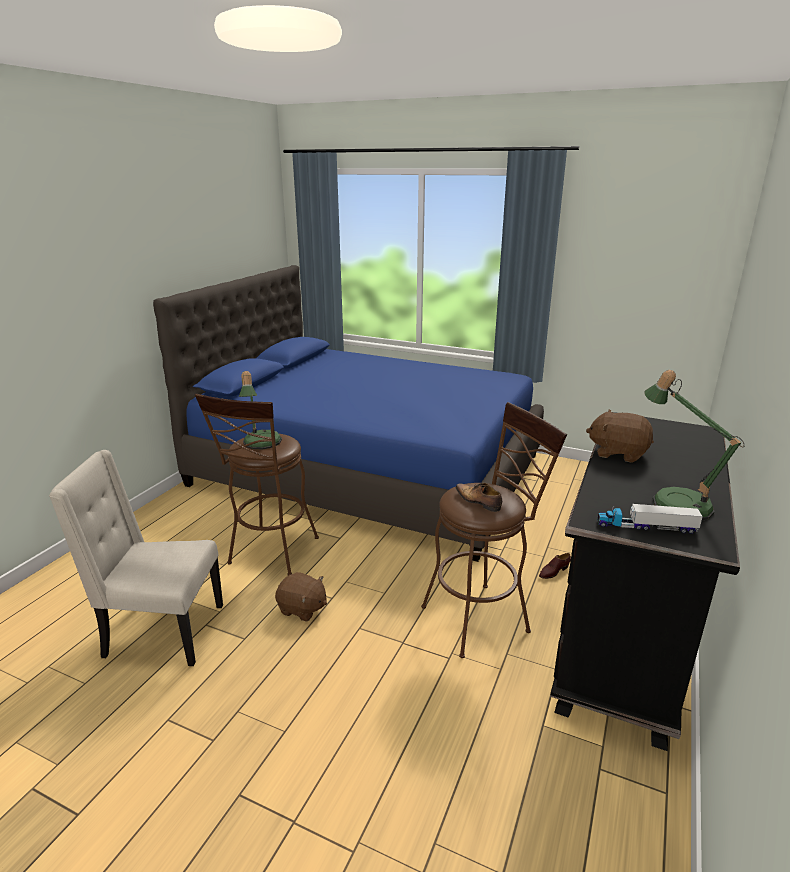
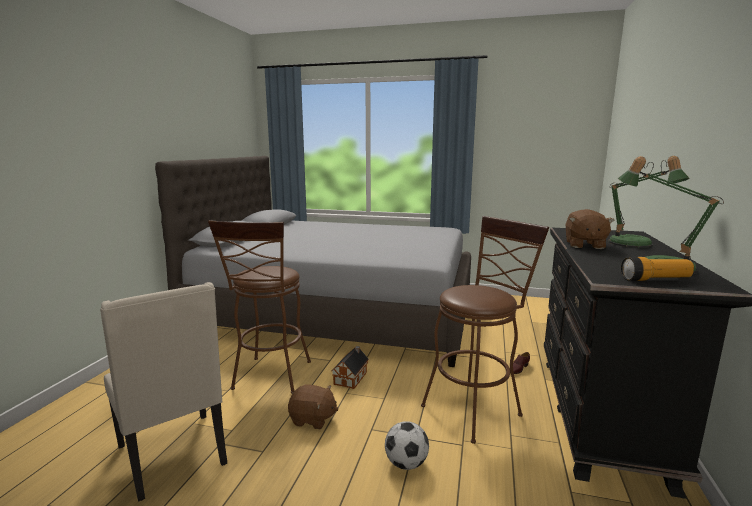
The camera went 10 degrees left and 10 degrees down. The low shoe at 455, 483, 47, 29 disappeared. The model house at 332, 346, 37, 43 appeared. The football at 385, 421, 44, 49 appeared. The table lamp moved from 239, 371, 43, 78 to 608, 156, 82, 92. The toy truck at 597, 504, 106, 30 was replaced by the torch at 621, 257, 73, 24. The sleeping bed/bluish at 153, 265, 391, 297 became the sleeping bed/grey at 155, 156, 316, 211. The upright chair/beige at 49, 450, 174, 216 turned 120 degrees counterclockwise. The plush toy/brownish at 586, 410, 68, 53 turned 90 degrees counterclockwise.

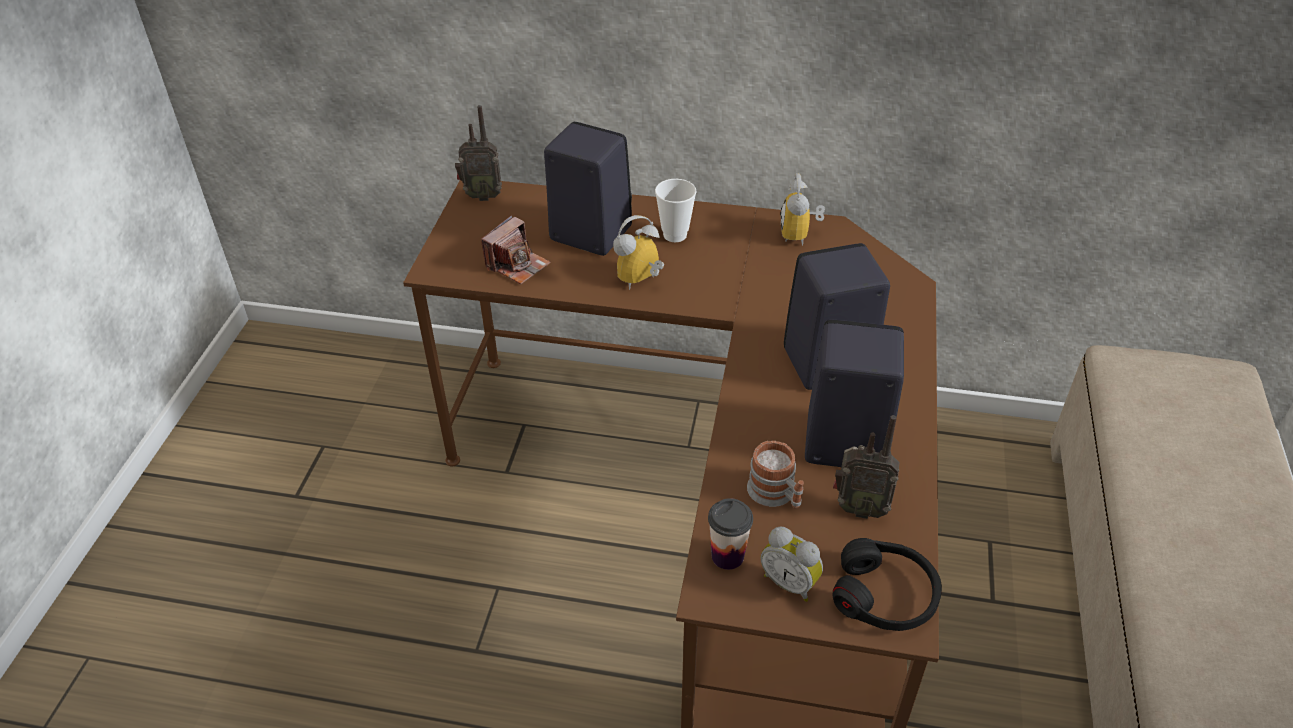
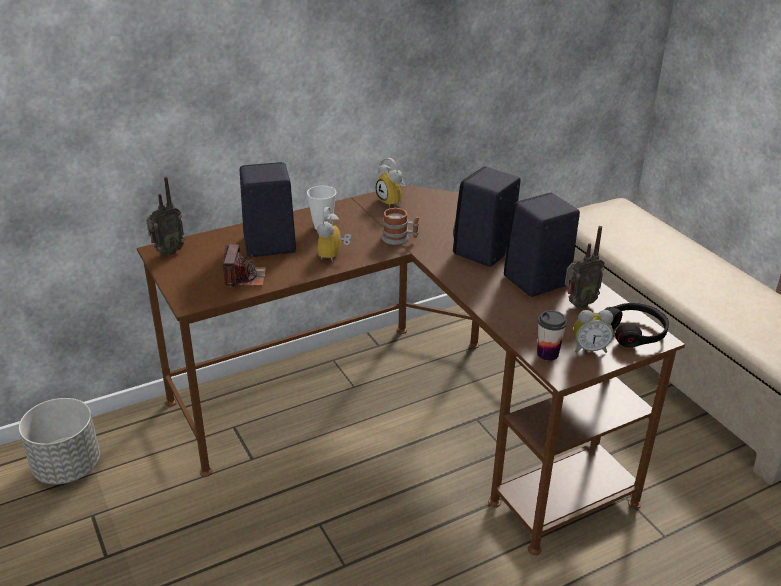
The camera went 40 degrees left and 10 degrees down. The planter/grey at 19, 398, 81, 86 appeared. The coffee mug moved from 747, 441, 57, 68 to 382, 207, 37, 38.

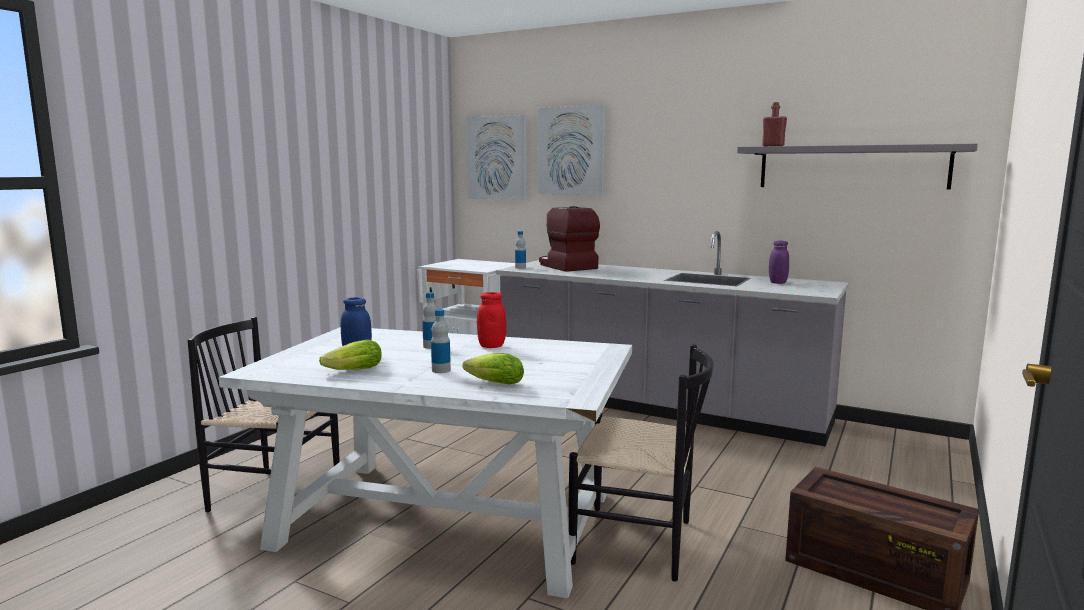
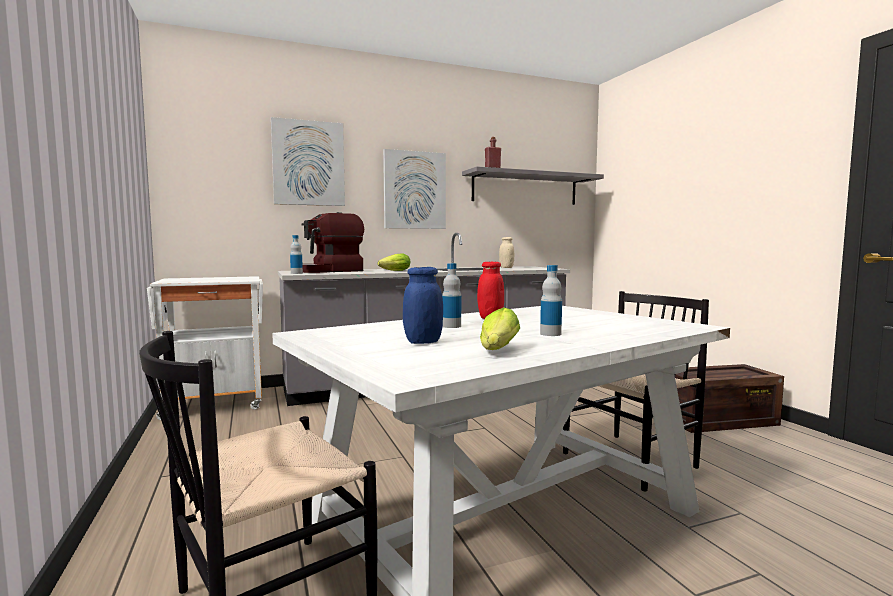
The camera went 50 degrees left and 5 degrees down. The head of lettuce moved from 462, 353, 62, 31 to 378, 253, 32, 18. The wall art moved from 466, 115, 61, 85 to 383, 149, 63, 80. The preserve jar/purple-coloured at 769, 241, 20, 43 became the preserve jar/beige at 499, 237, 15, 31. The coffee maker at 539, 206, 61, 66 turned 45 degrees counterclockwise.

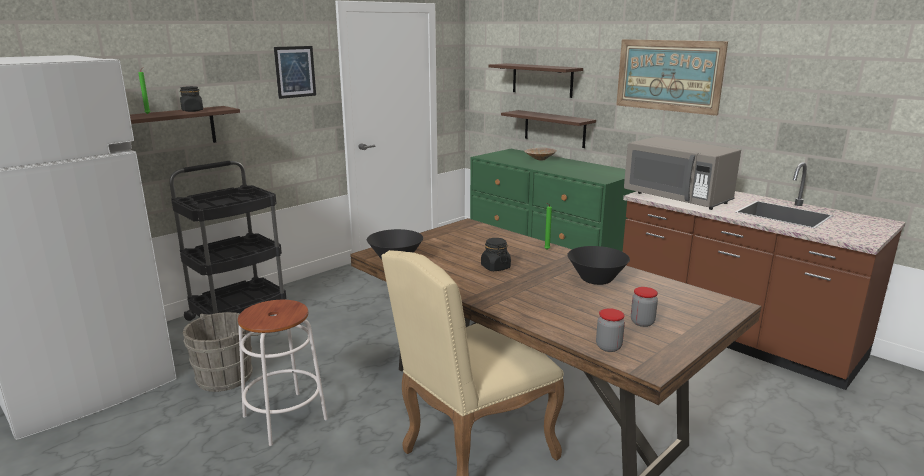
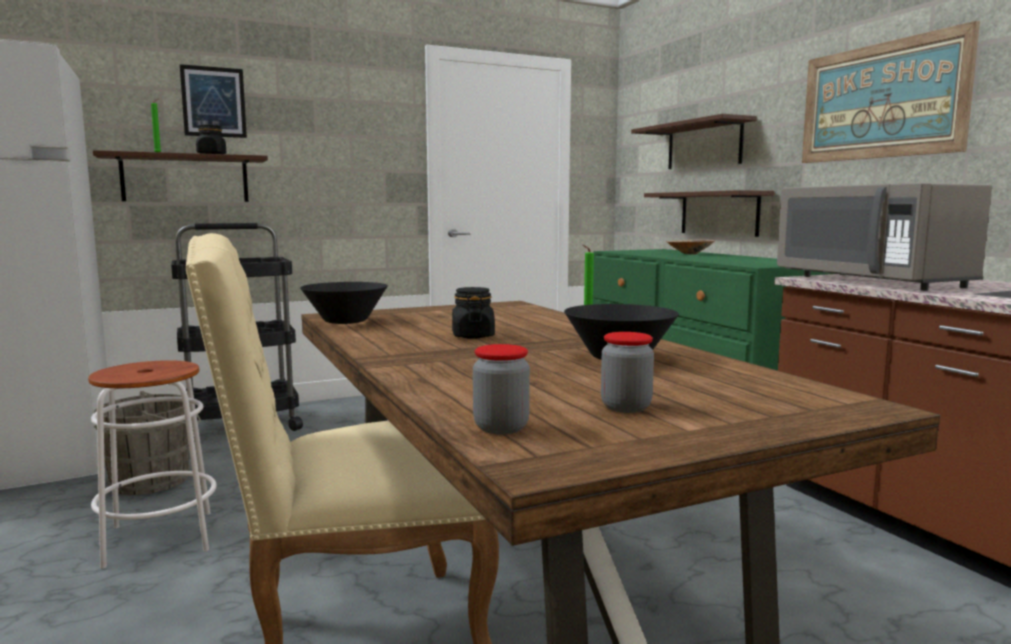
The camera went 20 degrees right and 10 degrees down. The wall art moved from 274, 46, 42, 53 to 180, 64, 67, 74.

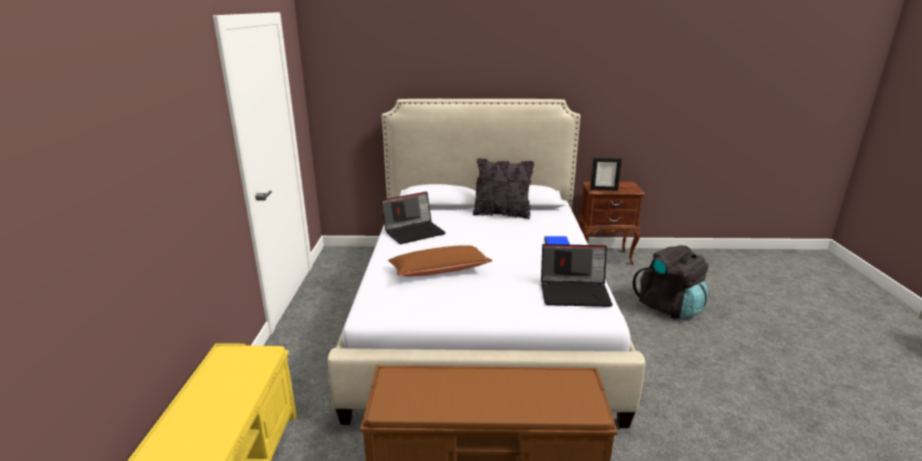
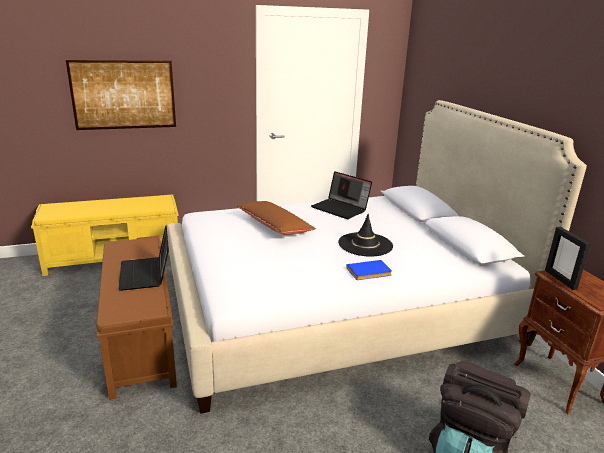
The camera went 70 degrees right and 0 degrees up. The cushion/blackish at 473, 158, 61, 61 disappeared. The wall art at 66, 60, 110, 70 appeared. The wearable hat/blackish at 338, 214, 55, 43 appeared. The portable computer moved from 541, 244, 72, 63 to 118, 225, 51, 66.

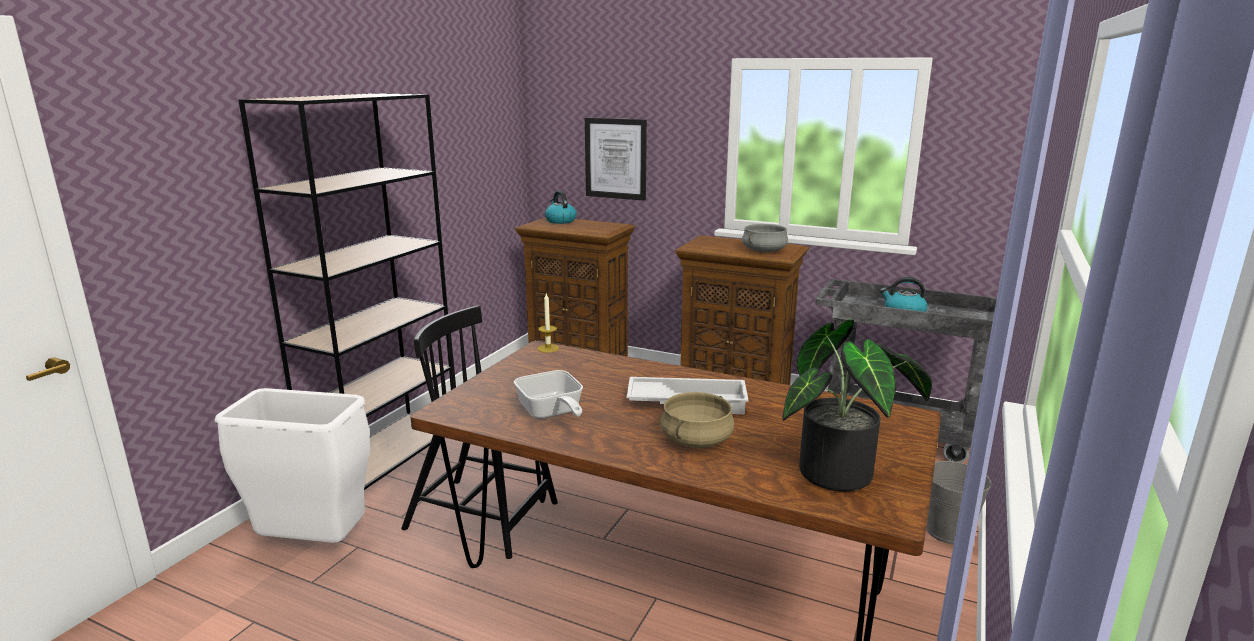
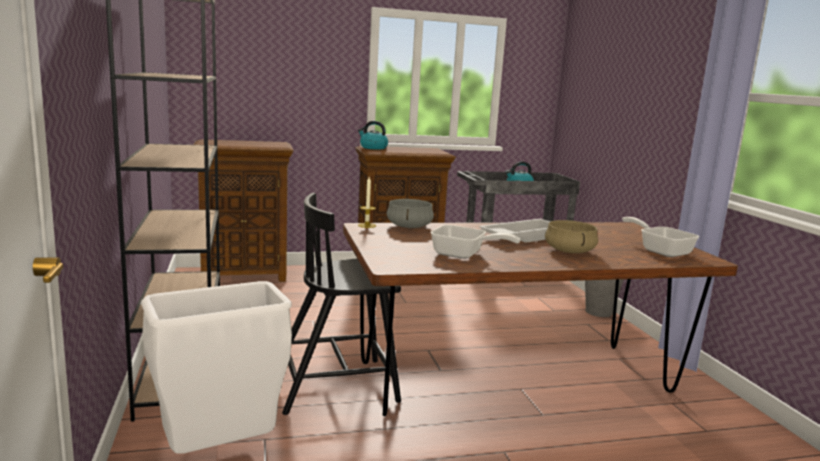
The camera went 40 degrees left and 5 degrees down. The wall art at 585, 118, 62, 83 disappeared. The tea kettle moved from 545, 191, 32, 33 to 358, 121, 30, 29. The saucepot/grey moved from 742, 224, 46, 28 to 387, 199, 47, 29. The potted plant at 782, 319, 150, 172 was replaced by the frying pan at 622, 217, 77, 40.

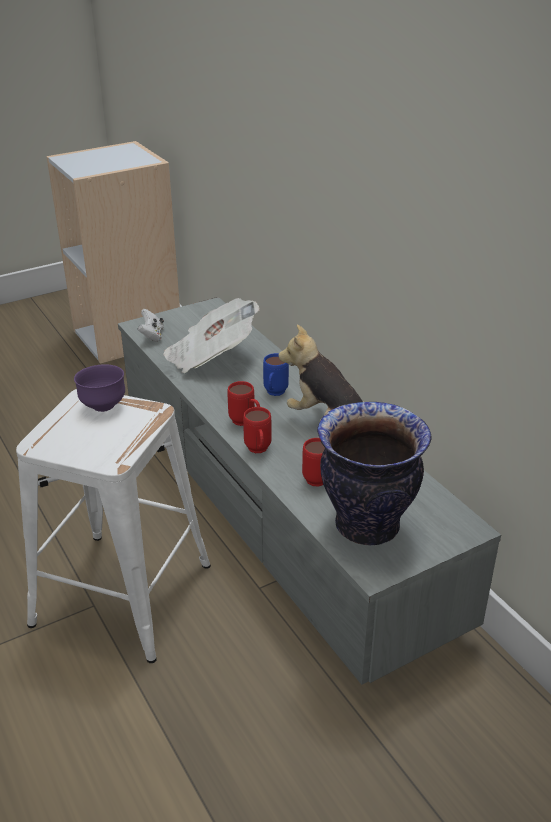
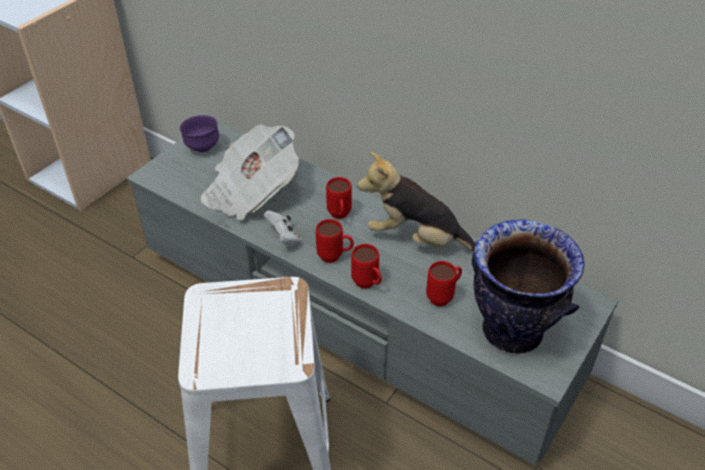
The camera went 25 degrees left and 10 degrees up. The deep dish/purple-coloured moved from 74, 364, 51, 48 to 180, 115, 39, 37. The game controller/white-coloured moved from 138, 309, 26, 33 to 264, 210, 38, 36. The coffee mug/bluish at 263, 353, 26, 43 became the coffee mug/red at 326, 177, 26, 42.

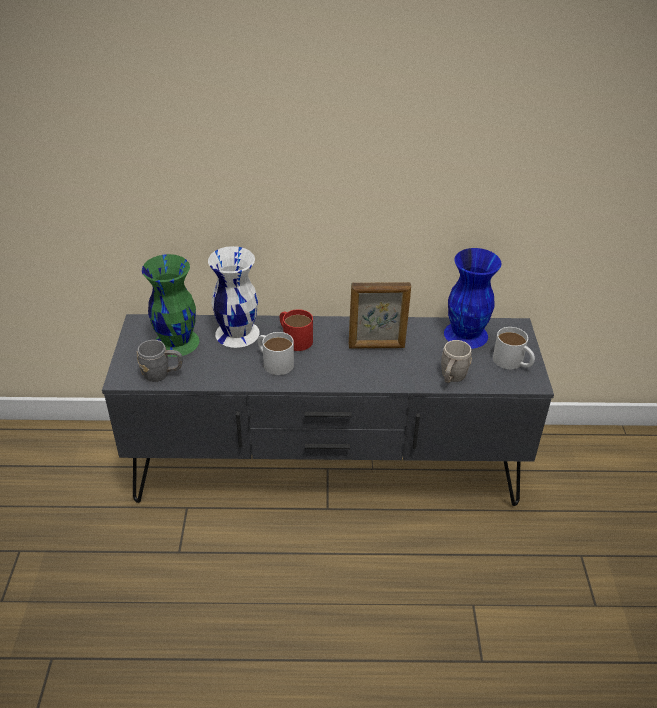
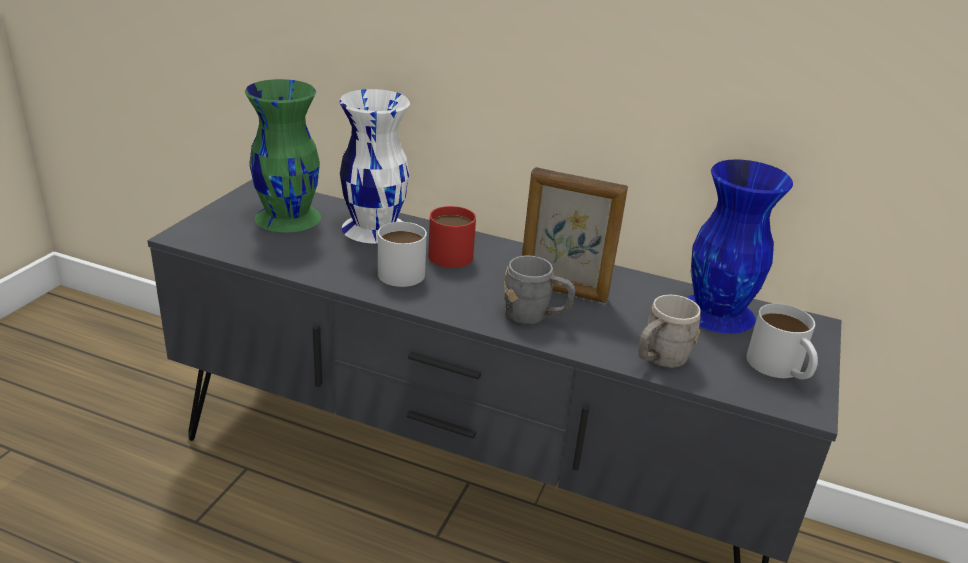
The camera went 20 degrees right and 10 degrees down. The coffee mug/grey moved from 137, 340, 46, 42 to 504, 256, 72, 68.

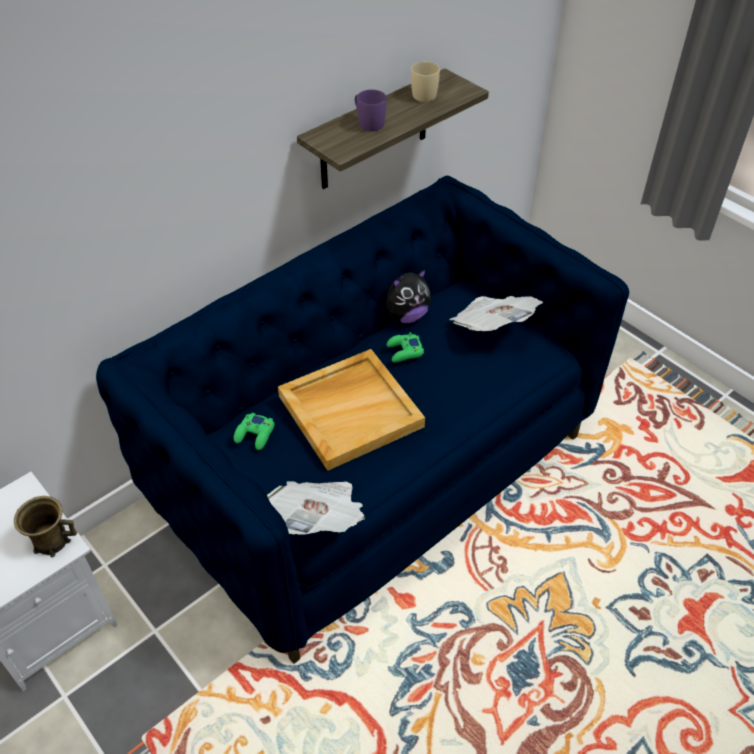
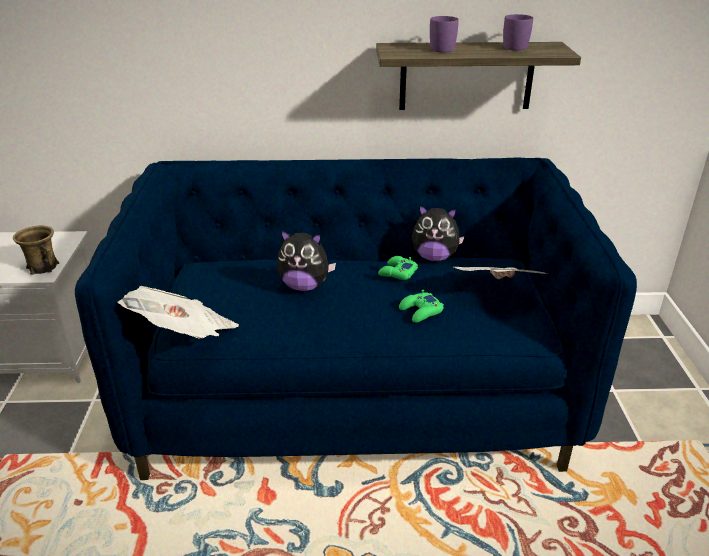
The camera went 40 degrees right and 15 degrees down. The game controller/greenish moved from 234, 413, 41, 37 to 399, 290, 45, 33. The serving tray/beige at 278, 349, 147, 122 was replaced by the plush toy at 277, 230, 59, 61. The coffee mug/beige at 411, 62, 29, 40 became the coffee mug/purple-coloured at 503, 14, 30, 37.

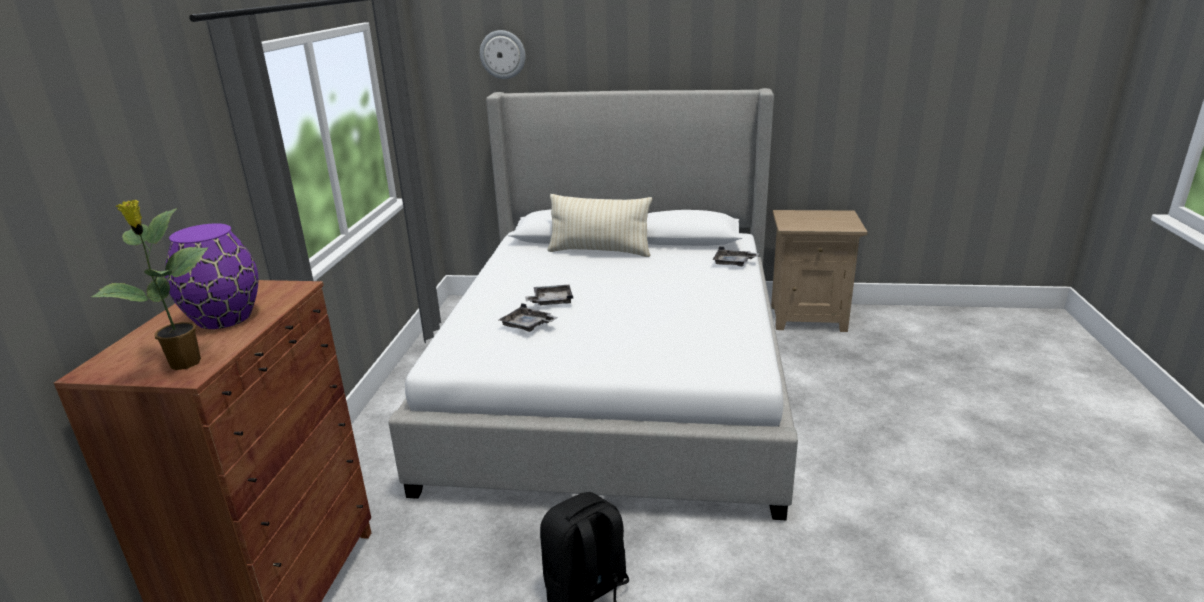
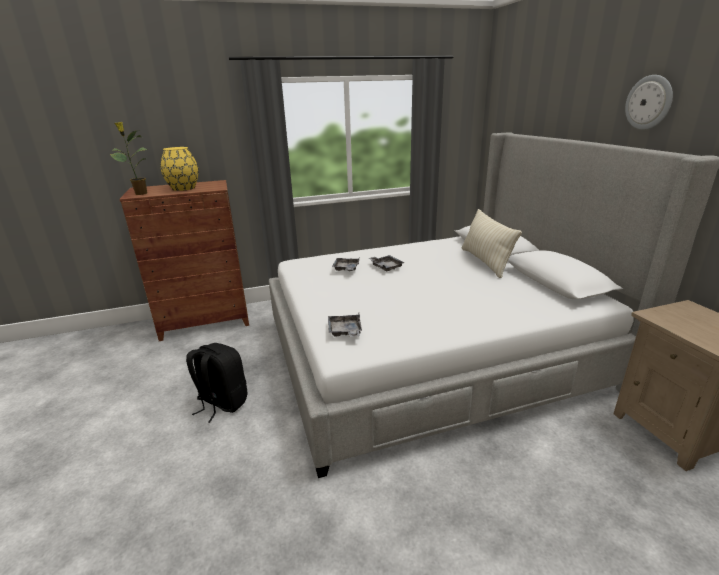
The camera went 65 degrees right and 0 degrees up. The hanging clock moved from 480, 30, 45, 49 to 625, 75, 48, 55. The serving tray/grey moved from 712, 246, 47, 21 to 328, 314, 34, 23. The decorative vase/purple-coloured at 165, 223, 93, 106 became the decorative vase/yellow at 161, 147, 37, 44.

